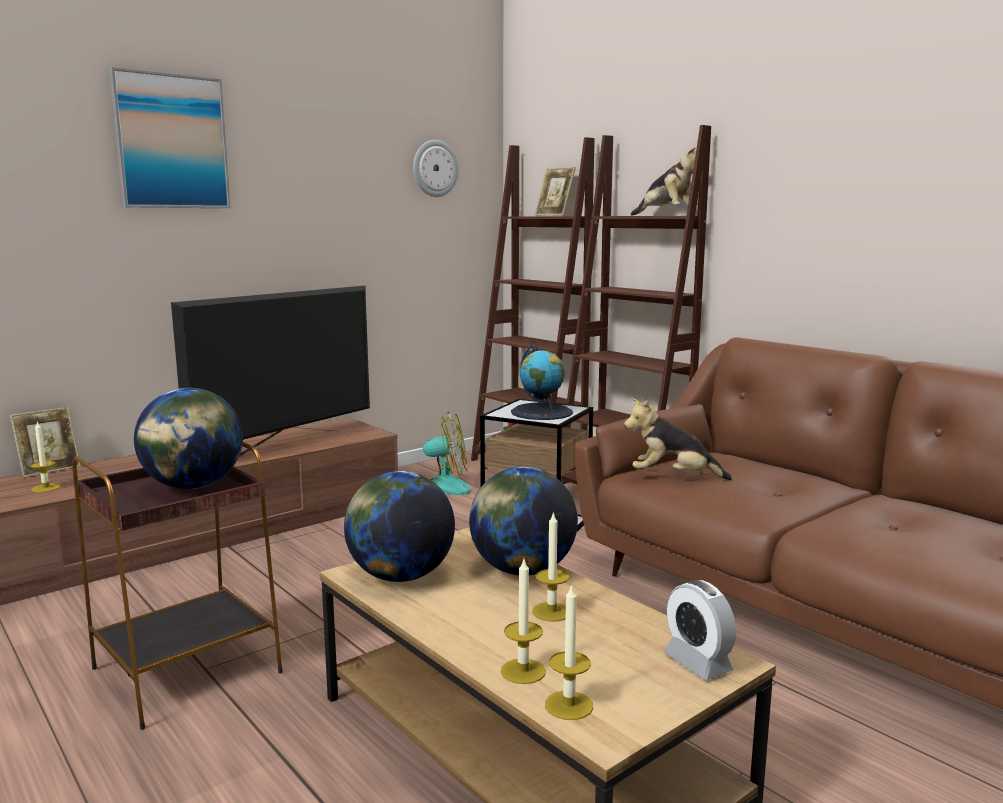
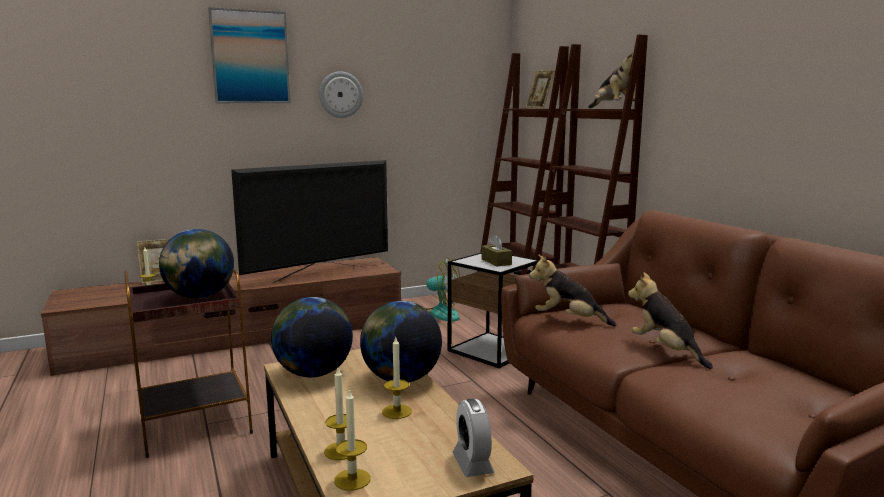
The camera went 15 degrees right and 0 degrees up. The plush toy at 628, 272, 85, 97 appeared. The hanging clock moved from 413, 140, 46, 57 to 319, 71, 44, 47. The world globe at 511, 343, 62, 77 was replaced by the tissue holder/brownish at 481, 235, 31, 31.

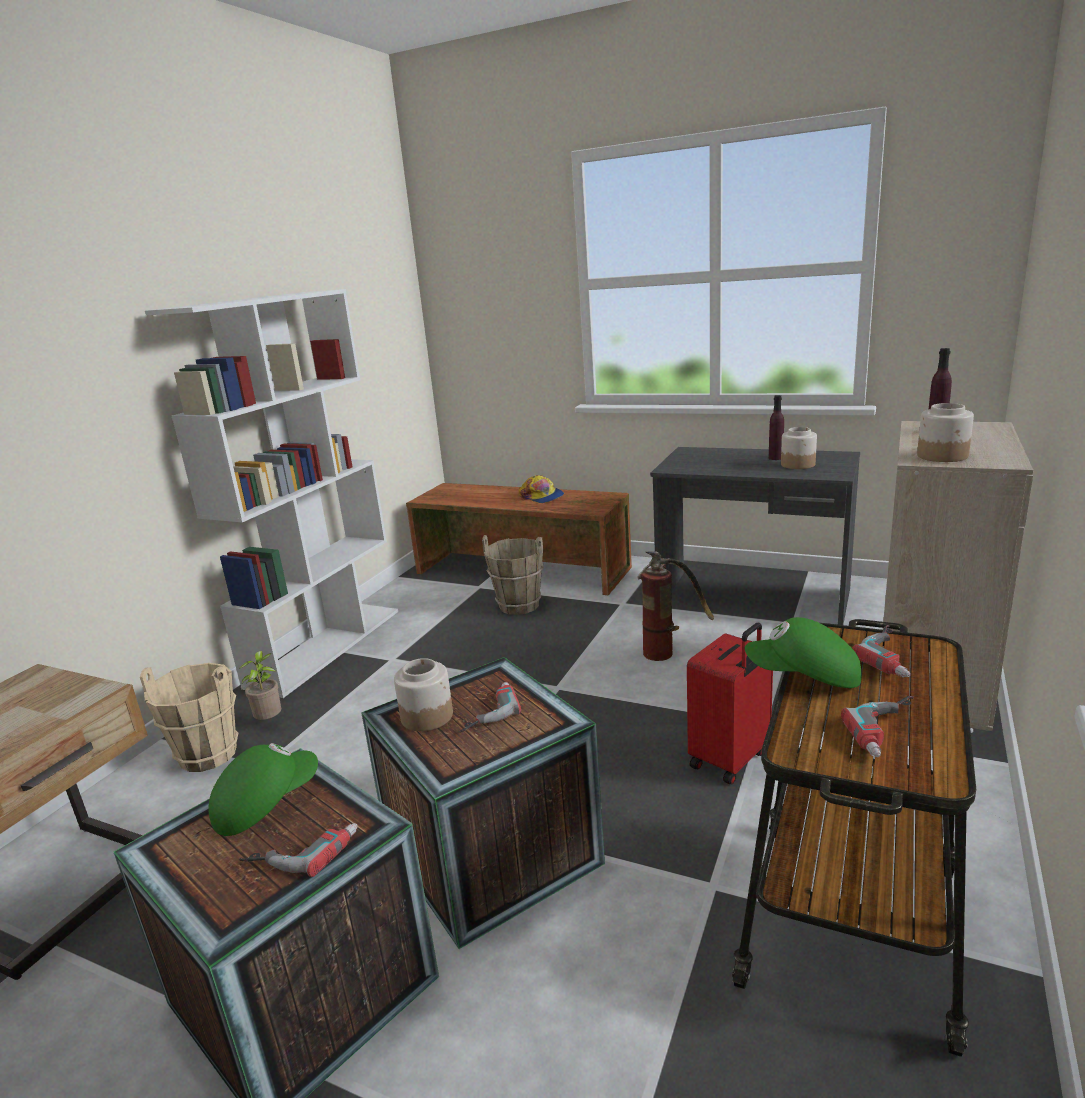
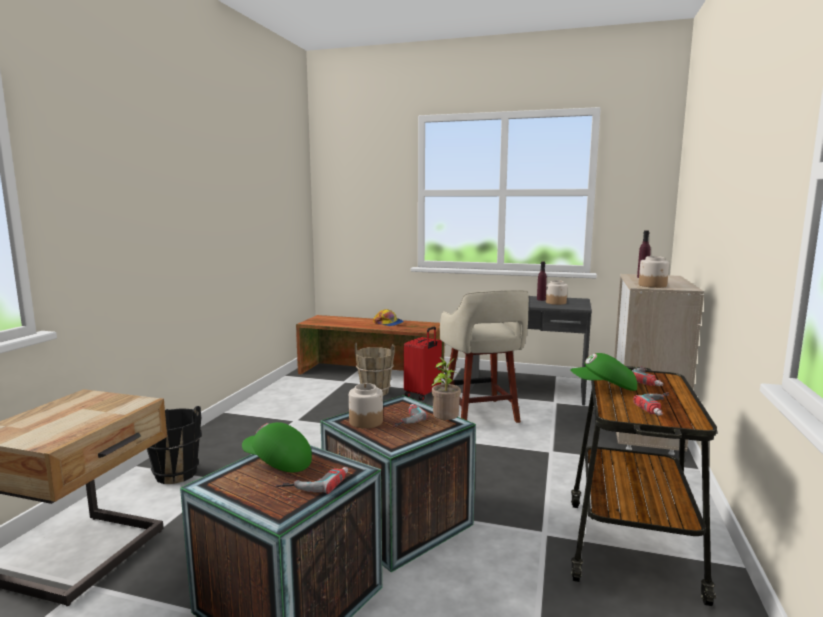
The camera went 10 degrees left and 10 degrees down. The bookshelf/white-coloured at 145, 289, 253, 409 disappeared. The potted plant moved from 239, 651, 42, 69 to 431, 357, 30, 63. The travel case/red moved from 687, 623, 86, 162 to 404, 326, 38, 75. The fire-fighting cylinder at 637, 551, 77, 110 was replaced by the stool seat/beige at 440, 290, 89, 133. The bucket/beige at 140, 663, 98, 109 became the bucket/blackish at 147, 406, 55, 78. The baseball cap/greenish at 209, 743, 109, 93 turned 105 degrees counterclockwise.

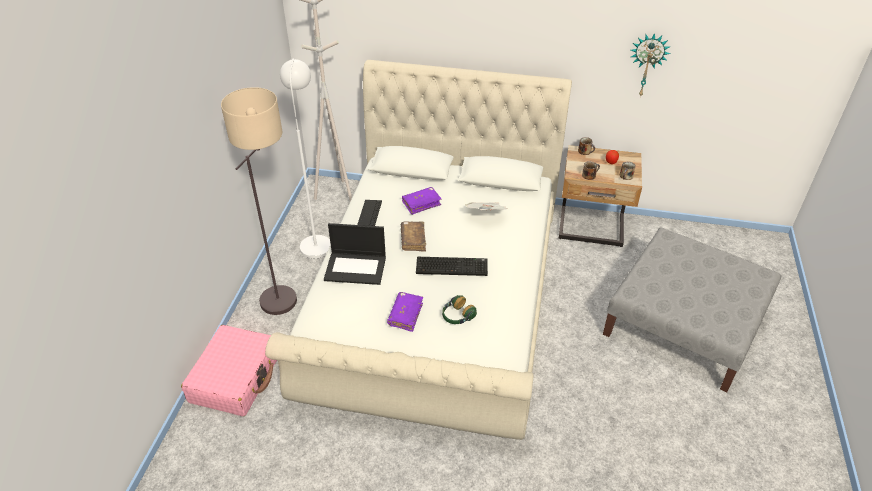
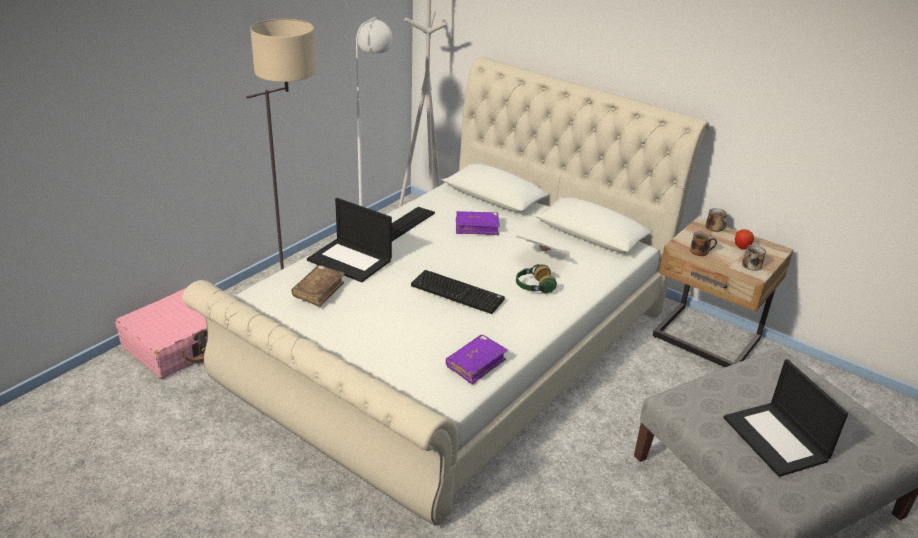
The camera went 25 degrees right and 10 degrees down. The hanging clock at 631, 33, 40, 64 disappeared. The portable computer at 724, 359, 124, 118 appeared. The bound book/purple-coloured moved from 387, 292, 36, 40 to 446, 335, 62, 50. The bound book/brownish moved from 401, 221, 25, 30 to 292, 265, 53, 42. The headphones moved from 442, 295, 35, 29 to 516, 264, 41, 30.

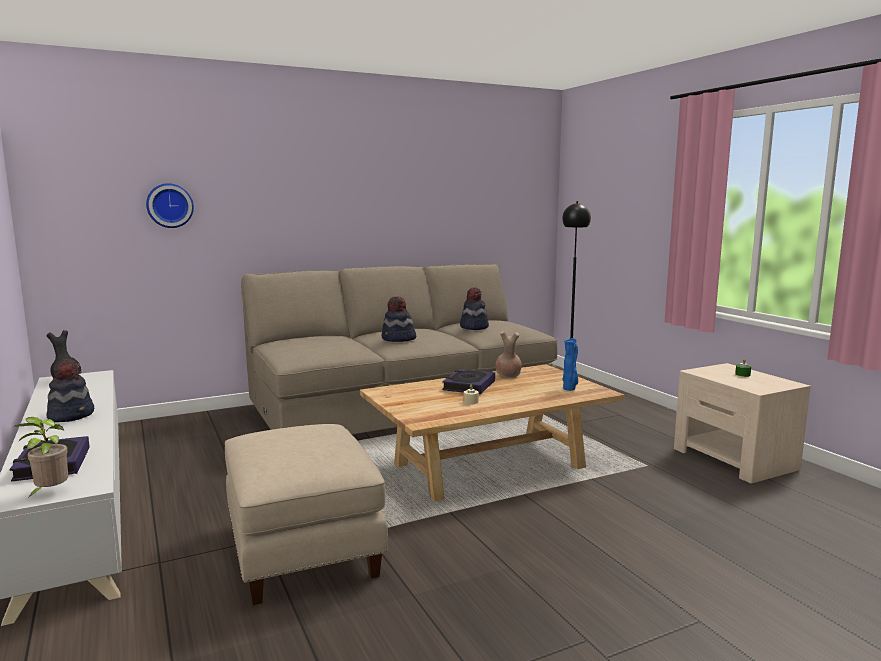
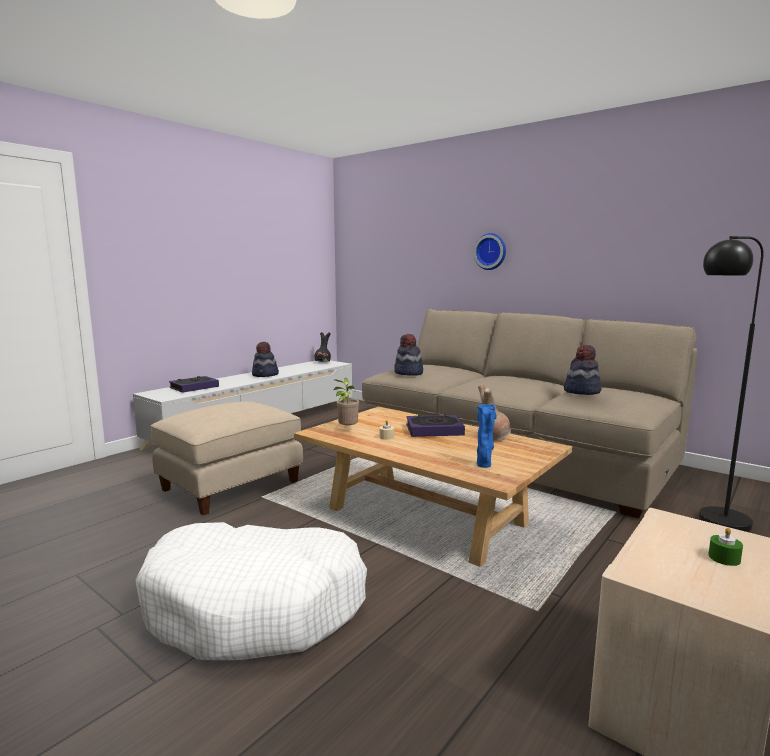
The camera went 65 degrees right and 0 degrees up. The dog cushion/white-coloured at 135, 522, 232, 138 appeared. The potted plant moved from 15, 417, 53, 82 to 334, 378, 25, 48. The hanging clock moved from 146, 183, 48, 45 to 474, 233, 32, 37. The wearable hat moved from 382, 297, 34, 45 to 394, 334, 29, 42.

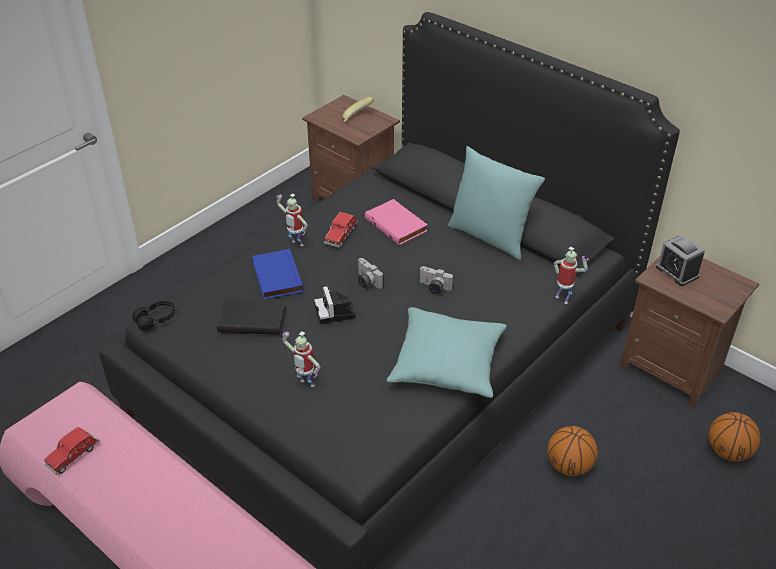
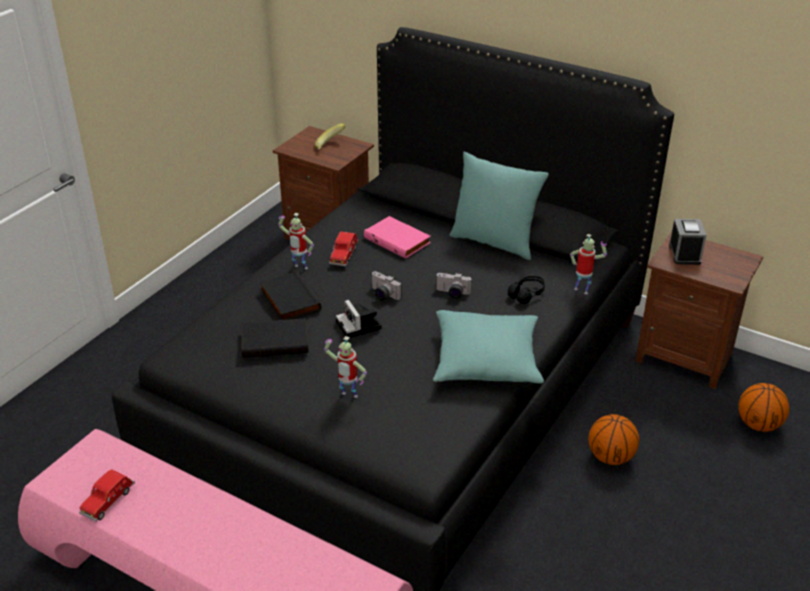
The camera went 10 degrees left and 5 degrees down. The headphones/blackish moved from 132, 301, 43, 30 to 508, 276, 37, 28. The bound book/bluish at 252, 249, 52, 50 became the bound book/blackish at 260, 271, 61, 49. The table clock at 656, 234, 49, 52 turned 135 degrees counterclockwise.

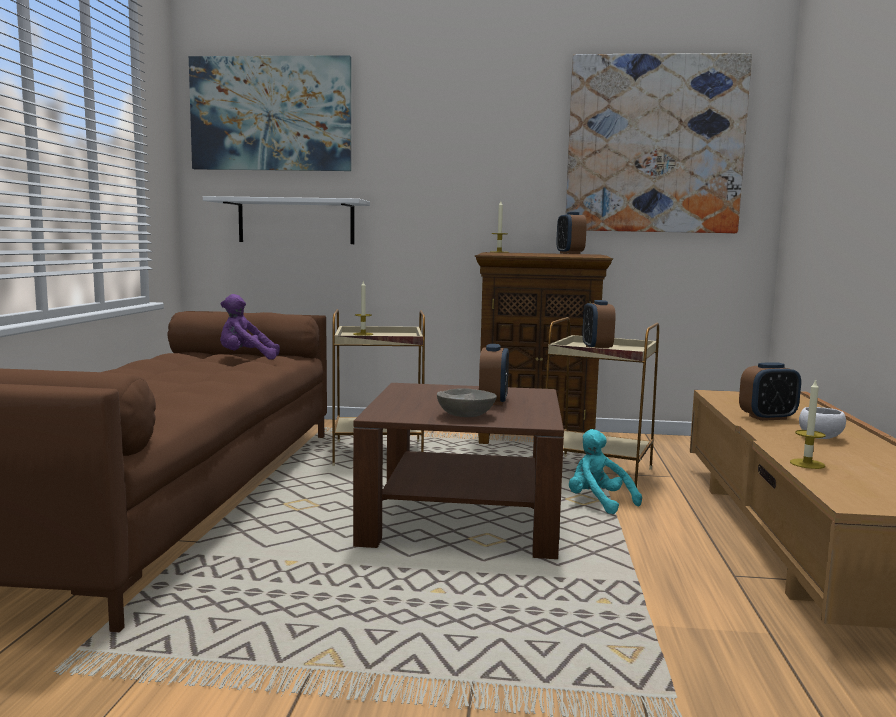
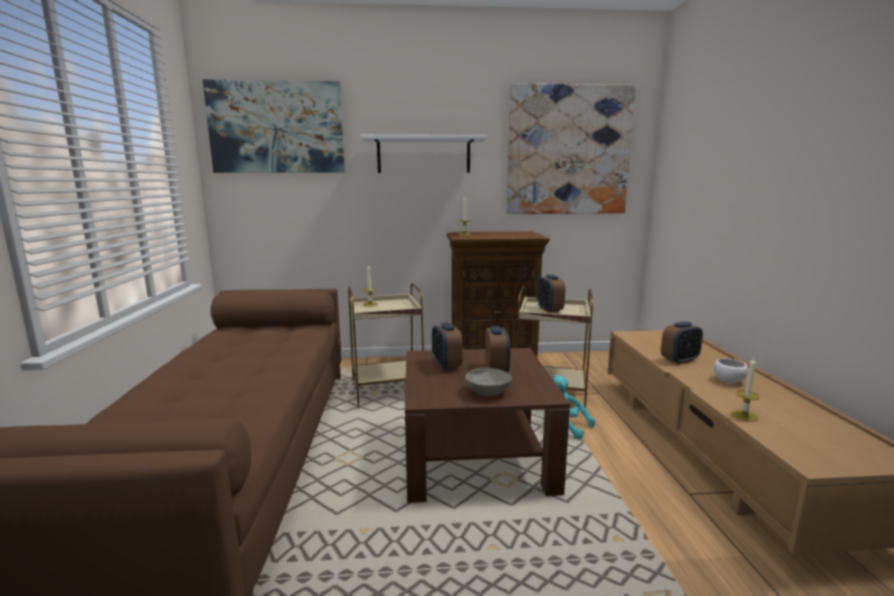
The camera went 10 degrees left and 5 degrees up. The plush toy/purple-coloured at 220, 294, 60, 66 disappeared. The shelf/white-coloured moved from 203, 196, 167, 48 to 360, 135, 128, 38. The table clock moved from 557, 212, 30, 42 to 432, 322, 31, 49.

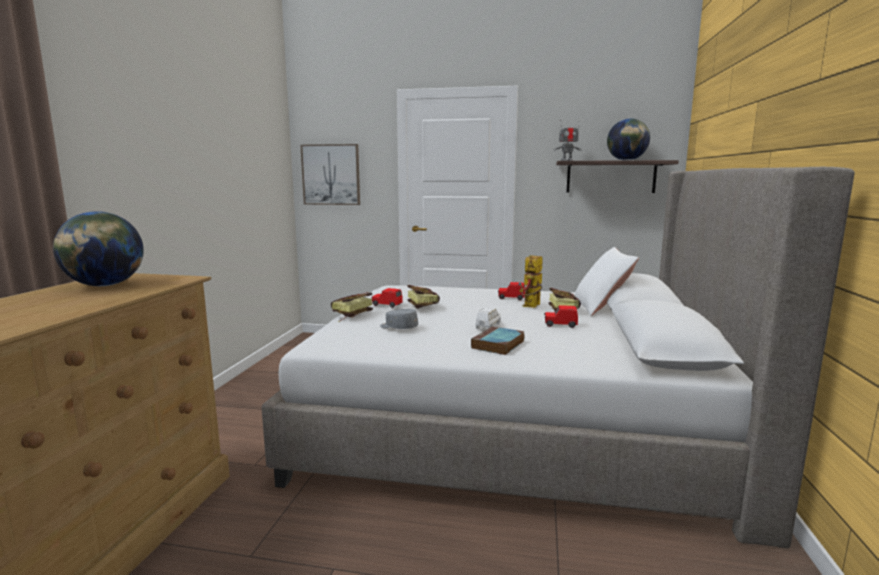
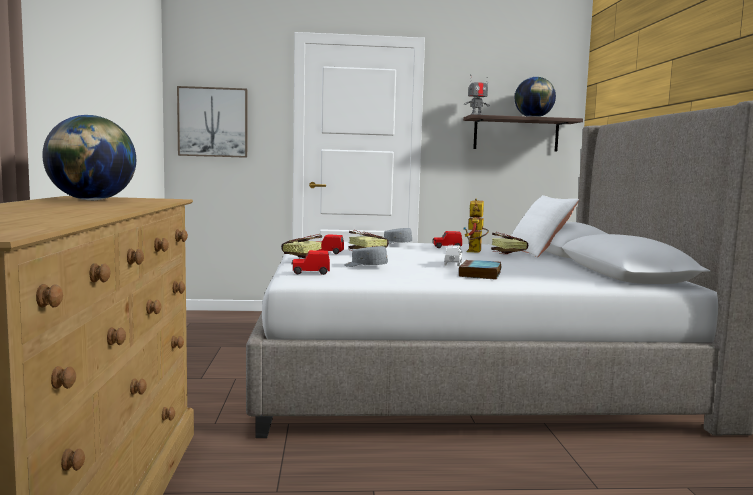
The camera went 15 degrees left and 5 degrees down. The baseball cap/grey at 384, 228, 28, 16 appeared. The model car/red moved from 544, 305, 34, 23 to 292, 250, 38, 25.

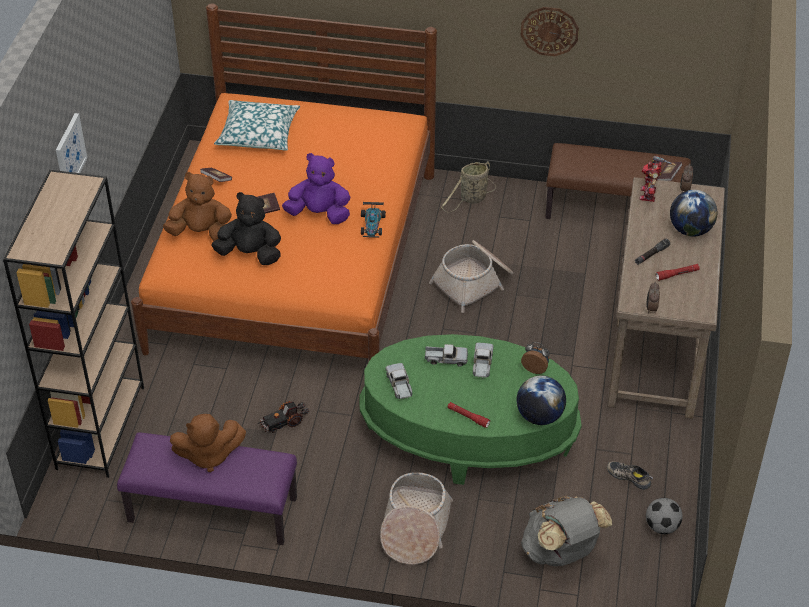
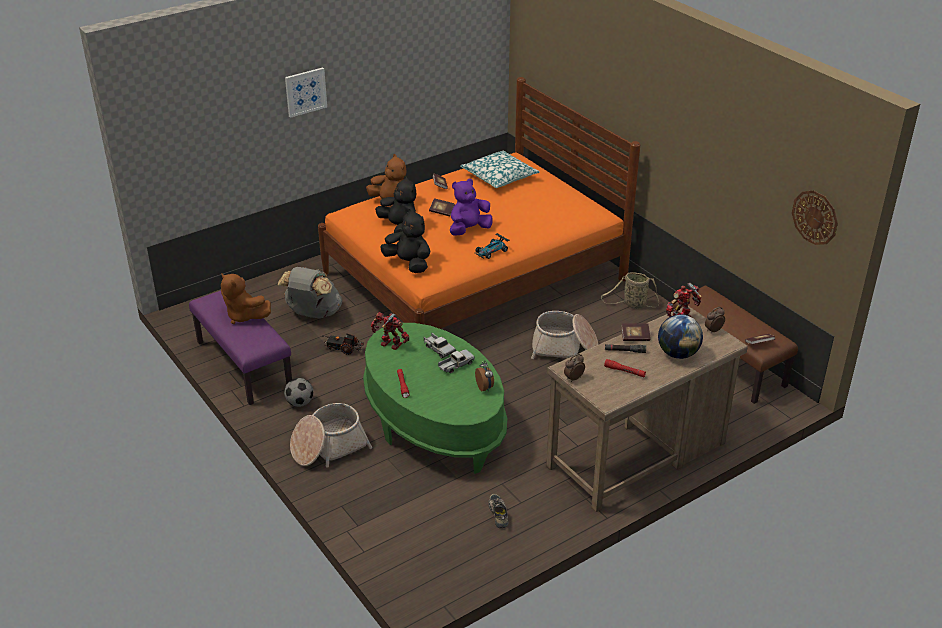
The camera went 45 degrees right and 10 degrees down. The bookshelf/beige at 3, 170, 141, 308 disappeared. The world globe at 516, 375, 50, 50 disappeared. The plush toy/blackish at 380, 209, 50, 64 appeared. The bound book at 621, 323, 30, 18 appeared. The hanging clock moved from 521, 7, 58, 49 to 792, 190, 46, 55. The rucksack/grey moved from 521, 496, 91, 70 to 278, 267, 64, 52. The football moved from 646, 498, 37, 36 to 284, 378, 29, 29. The toy truck at 385, 363, 27, 37 was replaced by the robot figure at 371, 312, 38, 38. The plush toy/purple-coloured at 282, 153, 68, 71 turned 90 degrees counterclockwise.

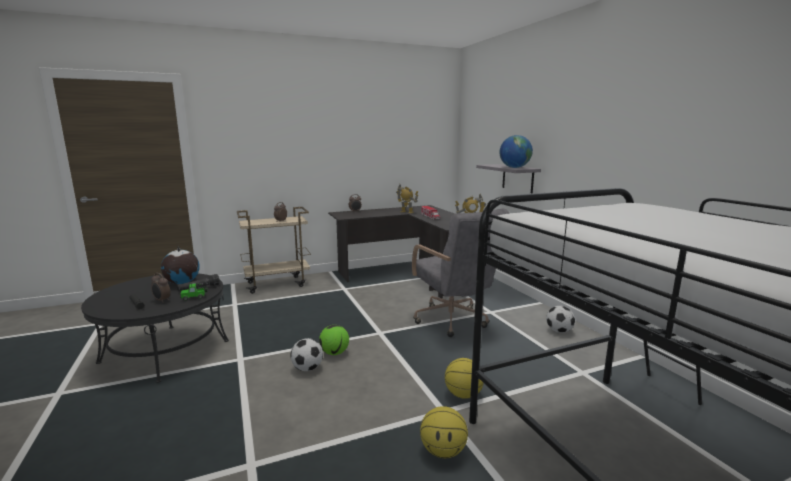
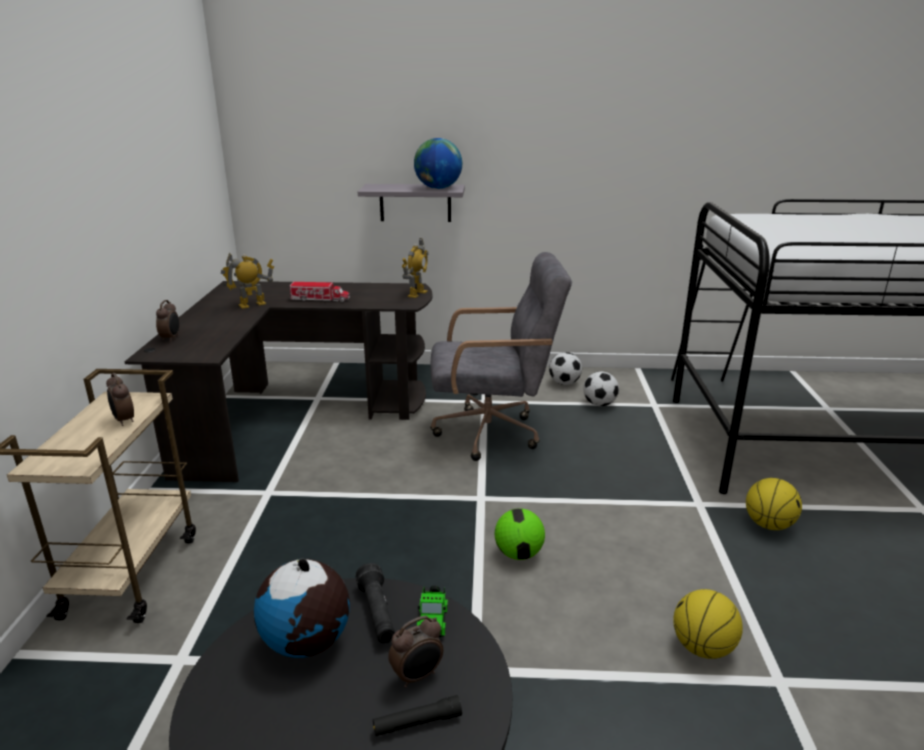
The camera went 65 degrees left and 10 degrees up. The football moved from 291, 338, 32, 33 to 583, 372, 36, 34. The basketball ball moved from 445, 358, 39, 41 to 673, 589, 70, 70.

